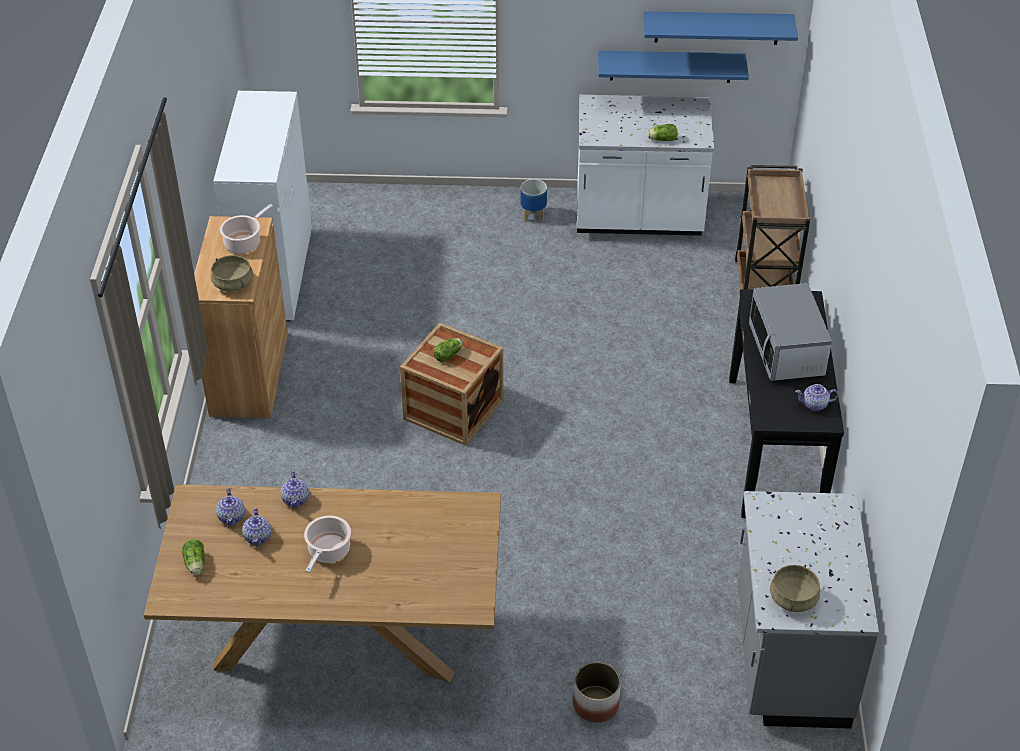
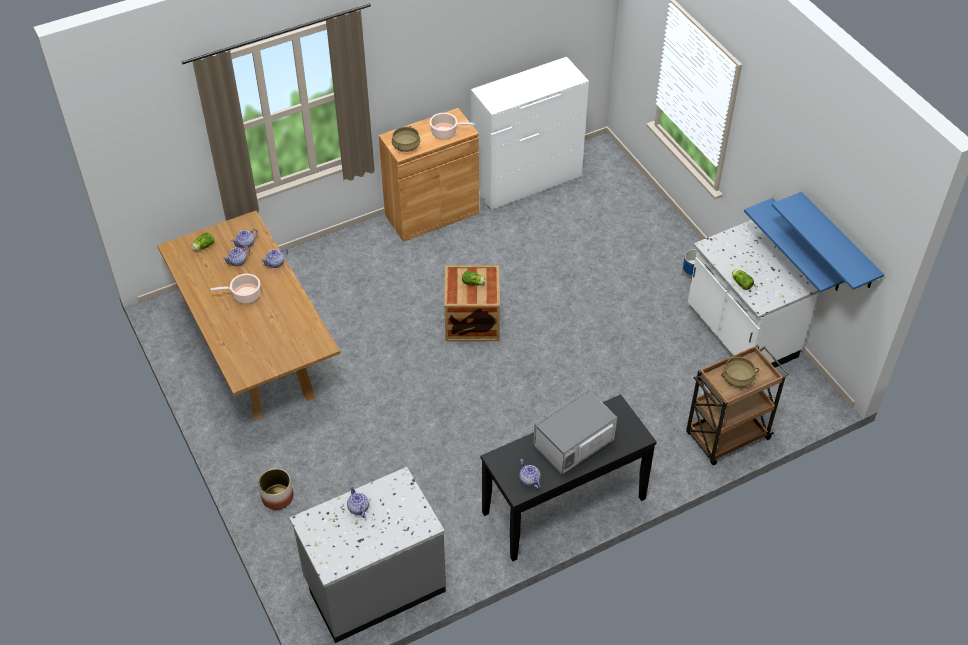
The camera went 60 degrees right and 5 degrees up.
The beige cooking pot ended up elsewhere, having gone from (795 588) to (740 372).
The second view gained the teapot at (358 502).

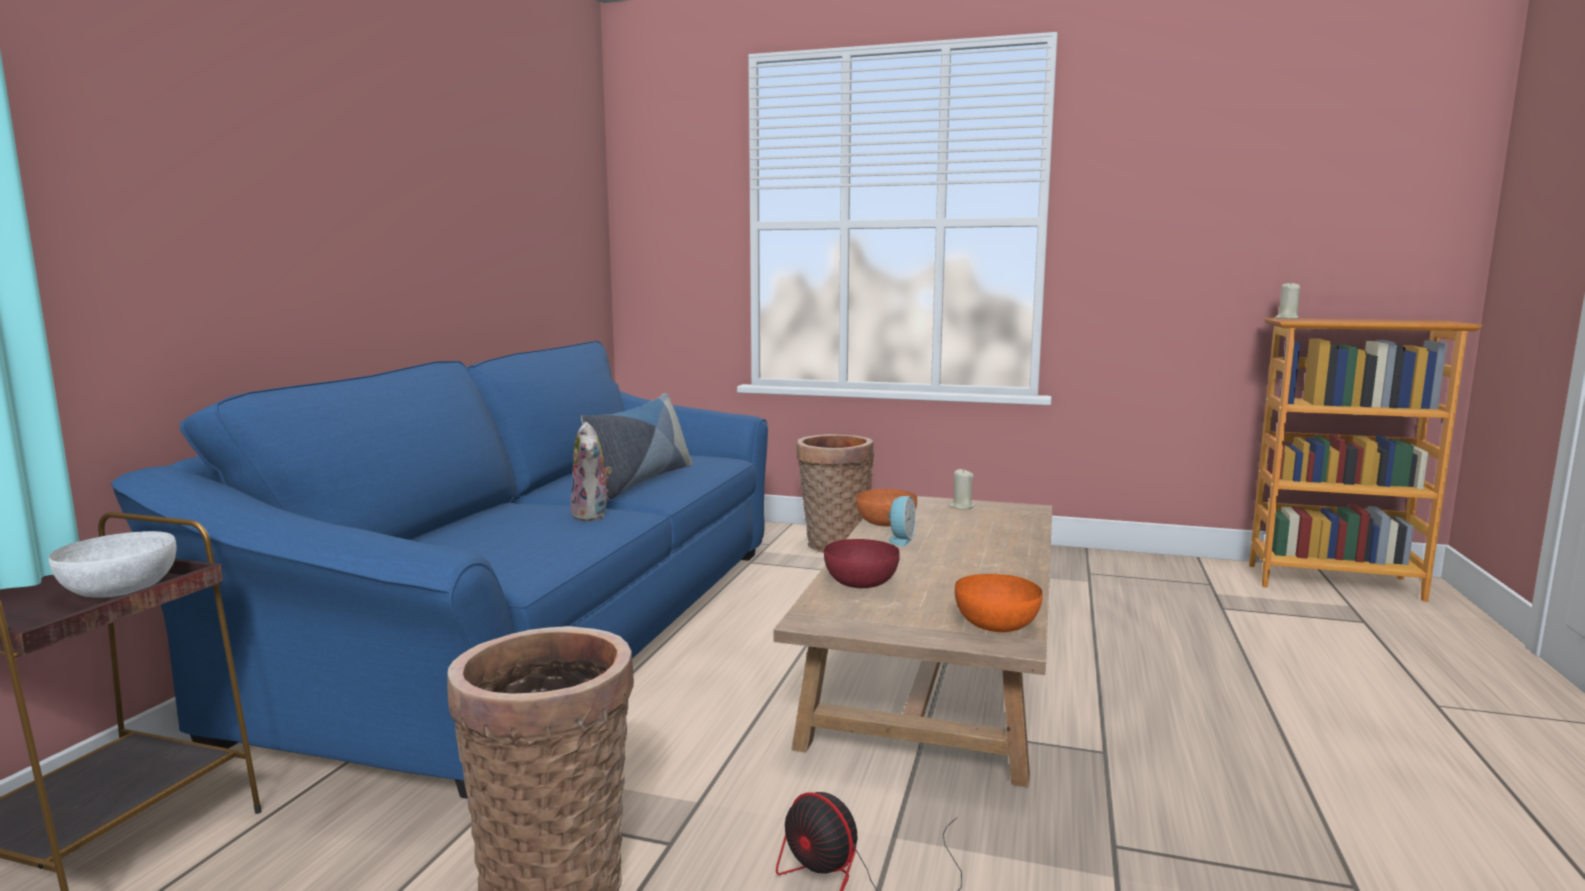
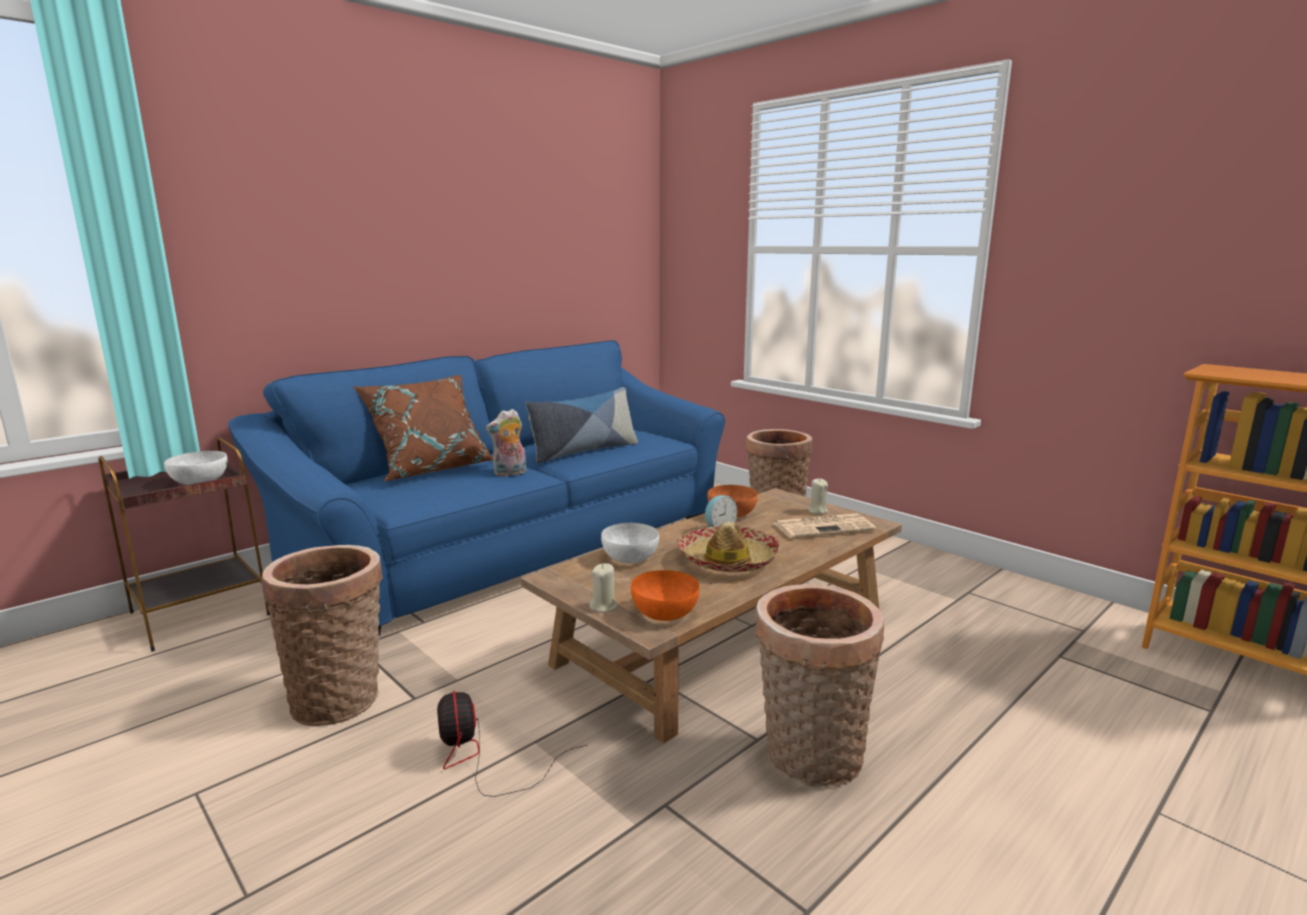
The camera went 30 degrees right and 5 degrees up.
The plush toy at (592 471) ended up facing another way, 45 degrees clockwise from before.
What was the red bowl at (862 563) turned into the white bowl at (630 543).
The beige candle ended up elsewhere, having gone from (1287 300) to (603 588).
The second view gained the brown pillow at (423 428).
The second view gained the hat at (729 547).
The second view gained the basket at (819 685).
The second view gained the newspaper at (825 525).

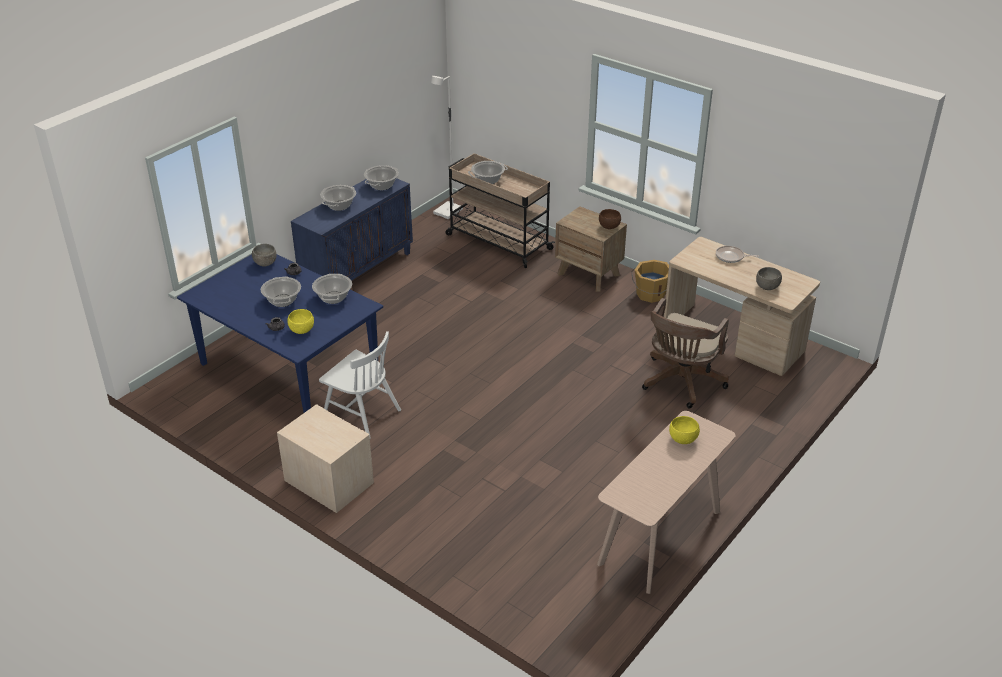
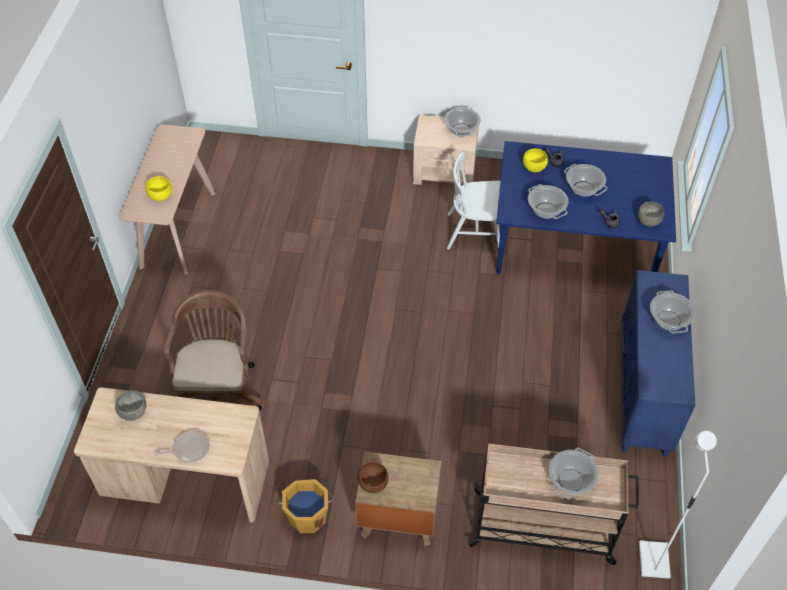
The camera went 150 degrees right and 15 degrees up.
The cooking pot ended up elsewhere, having gone from (381 177) to (462 122).

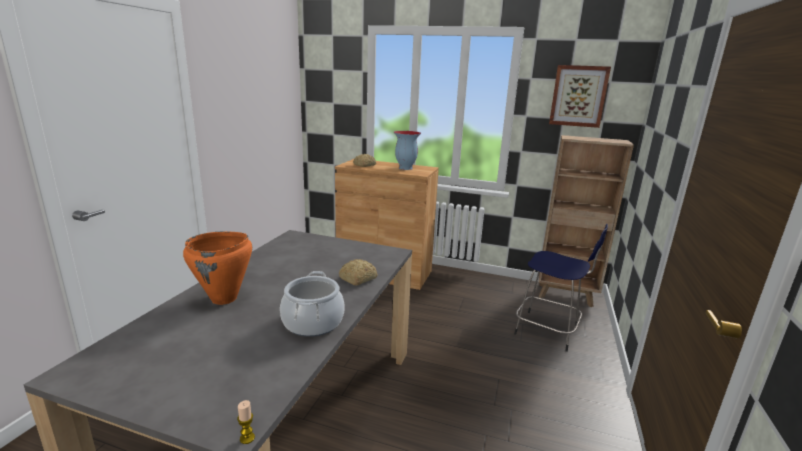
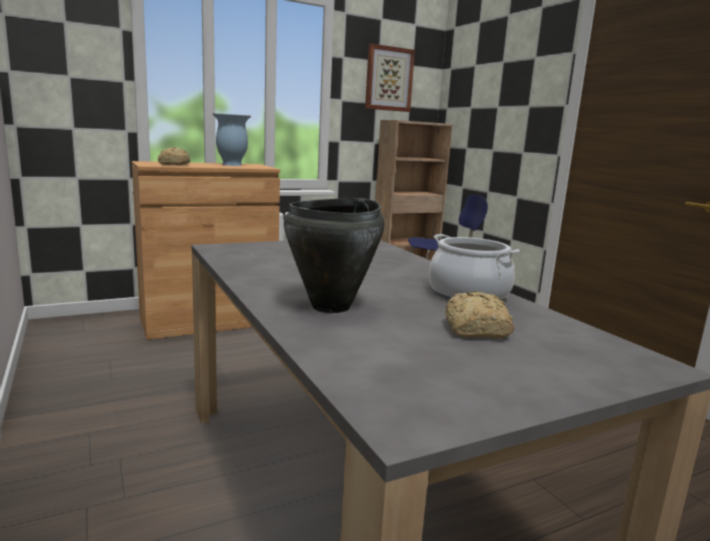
The camera went 45 degrees left and 5 degrees down.
What was the orange cooking pot at (217 268) turned into the black cooking pot at (334 255).
The second view lost the candle at (246 422).
The bread ended up elsewhere, having gone from (358 272) to (479 315).

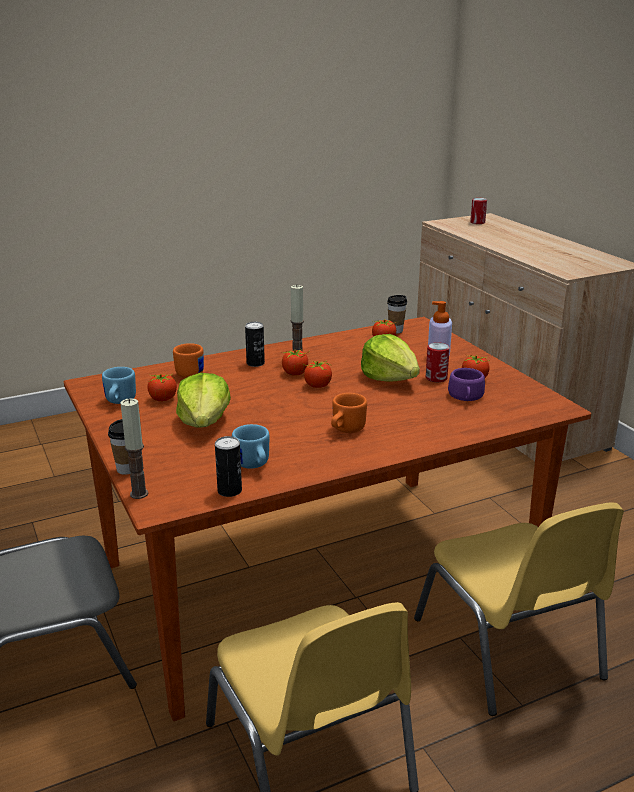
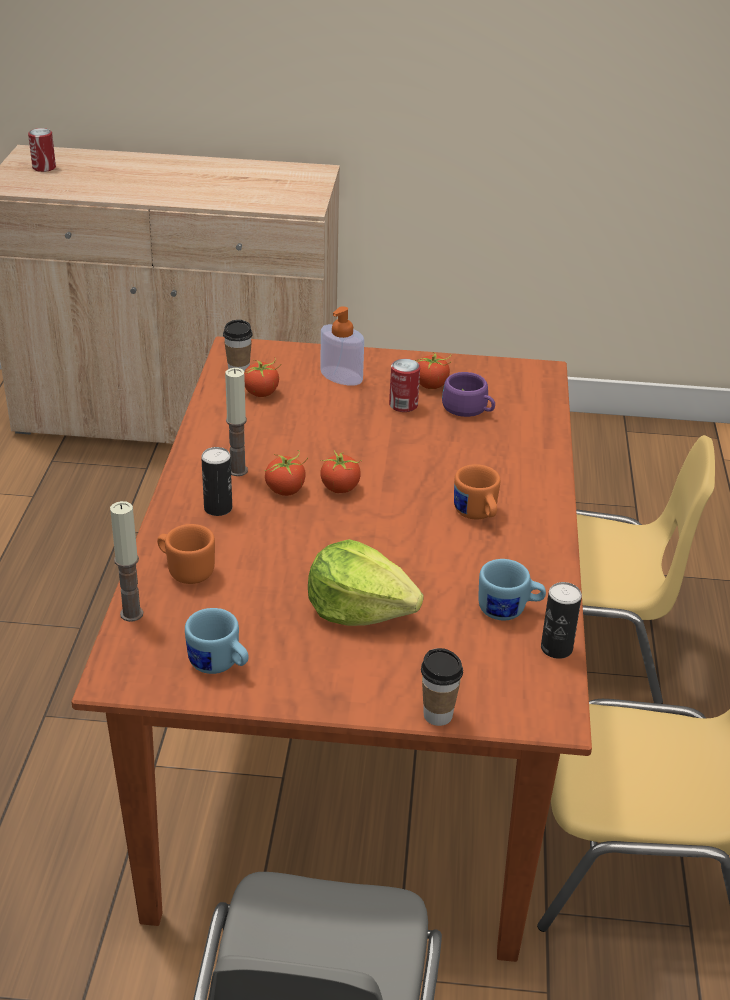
The camera went 60 degrees left and 10 degrees up.
The candle ended up elsewhere, having gone from (134 448) to (126 561).
The second view lost the tomato at (162 387).
The second view lost the lettuce at (390 358).

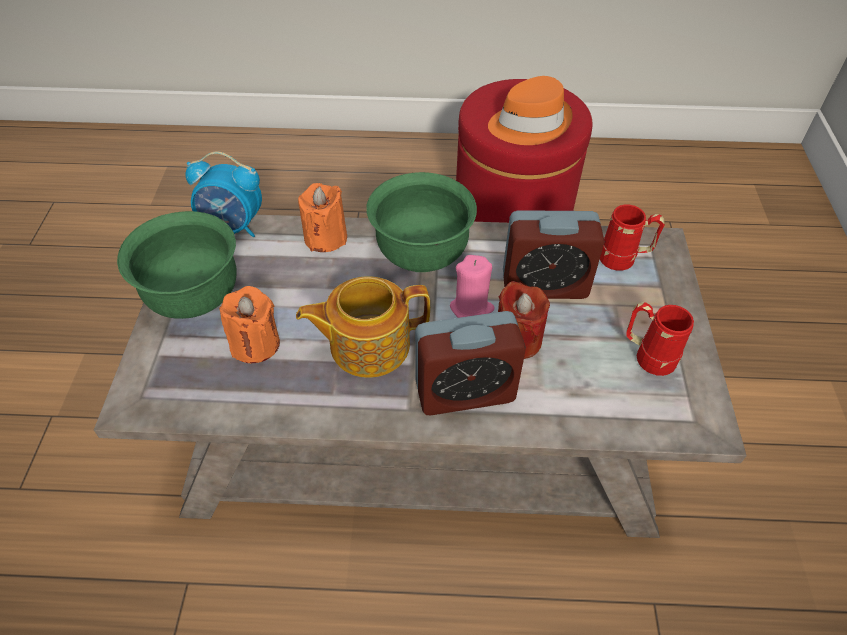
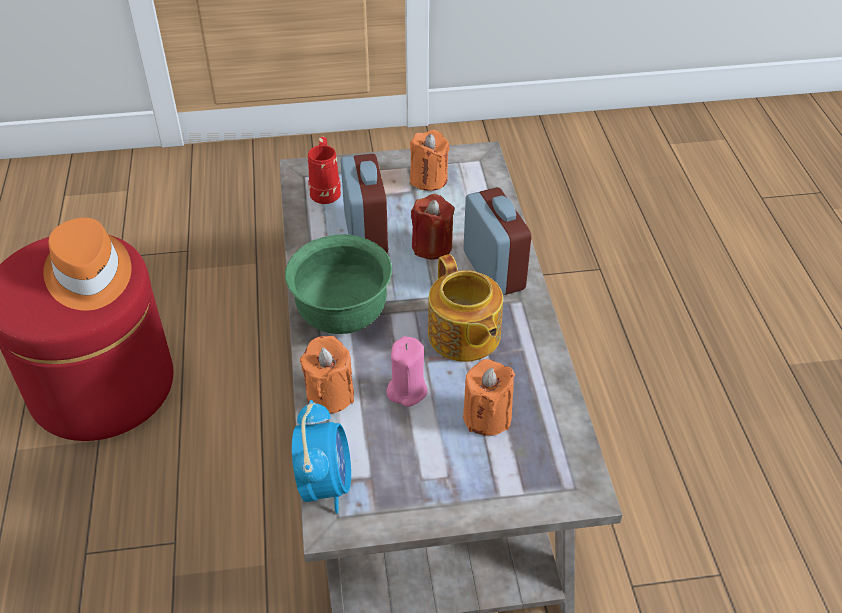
The camera went 100 degrees left and 5 degrees down.
The second view lost the green bowl at (177 265).
The pink candle ended up elsewhere, having gone from (472 286) to (407 371).
Where the red mug stood at (660 339), the orange candle came to stand at (430 160).

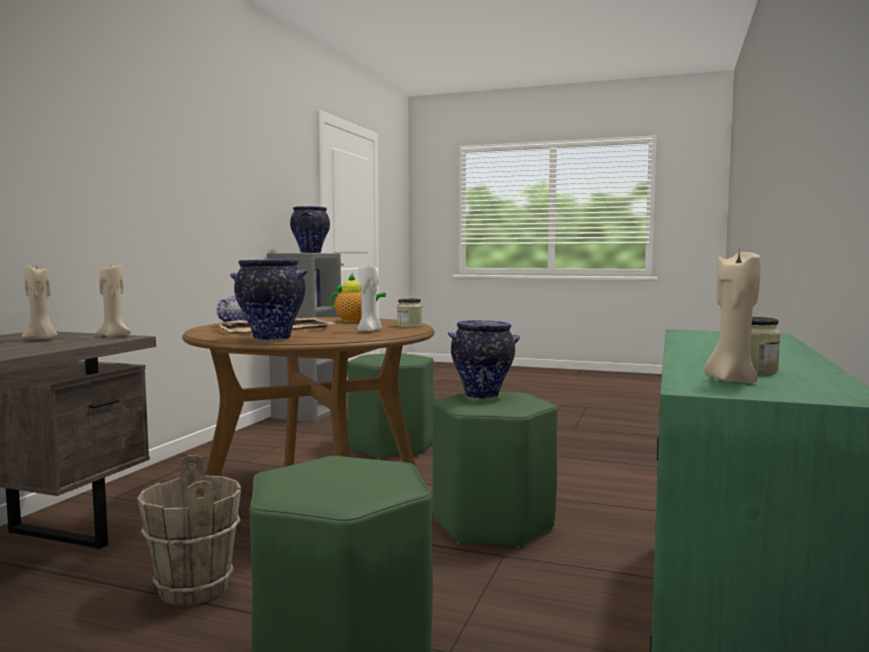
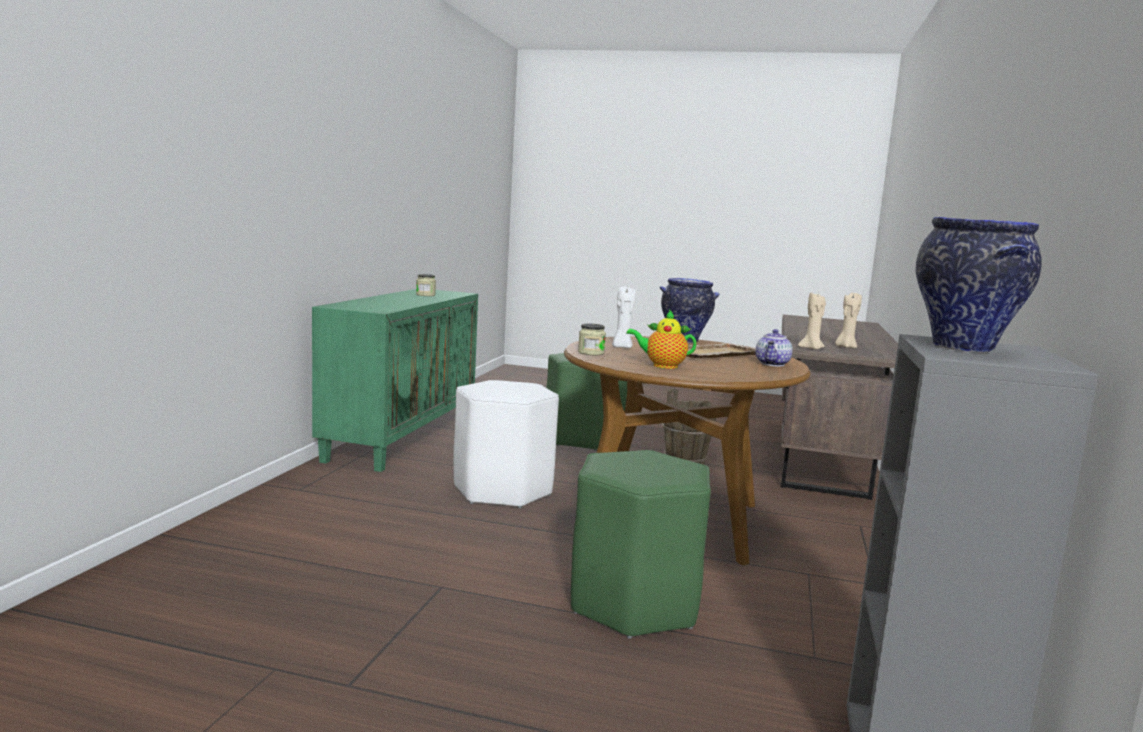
The camera went 175 degrees right and 5 degrees up.
What was the green stool at (495 470) turned into the white stool at (506 444).
The second view lost the vase at (484 359).
The second view lost the beige candle at (732 316).

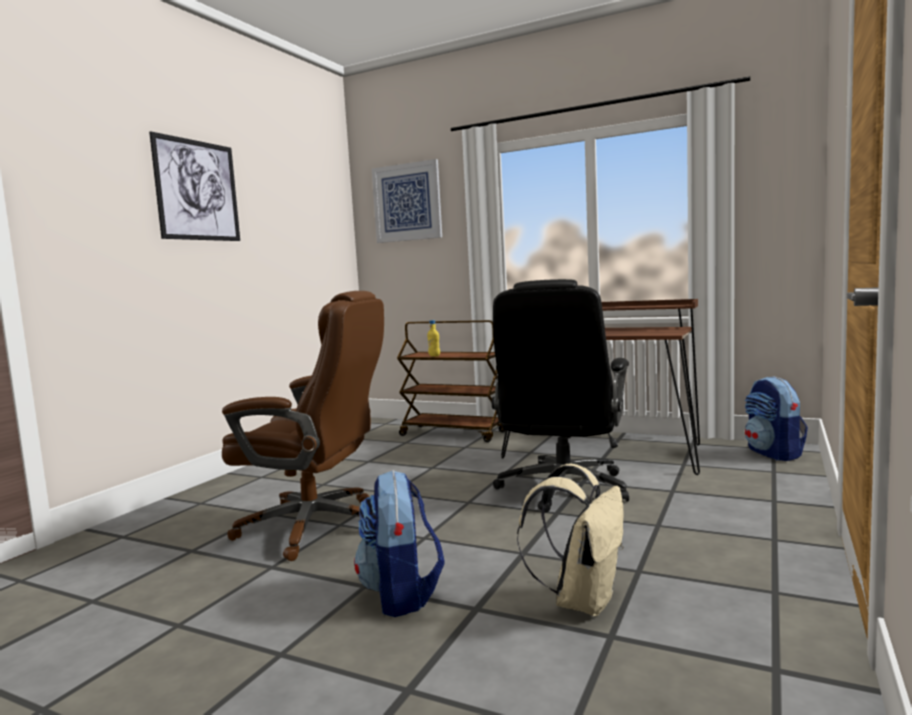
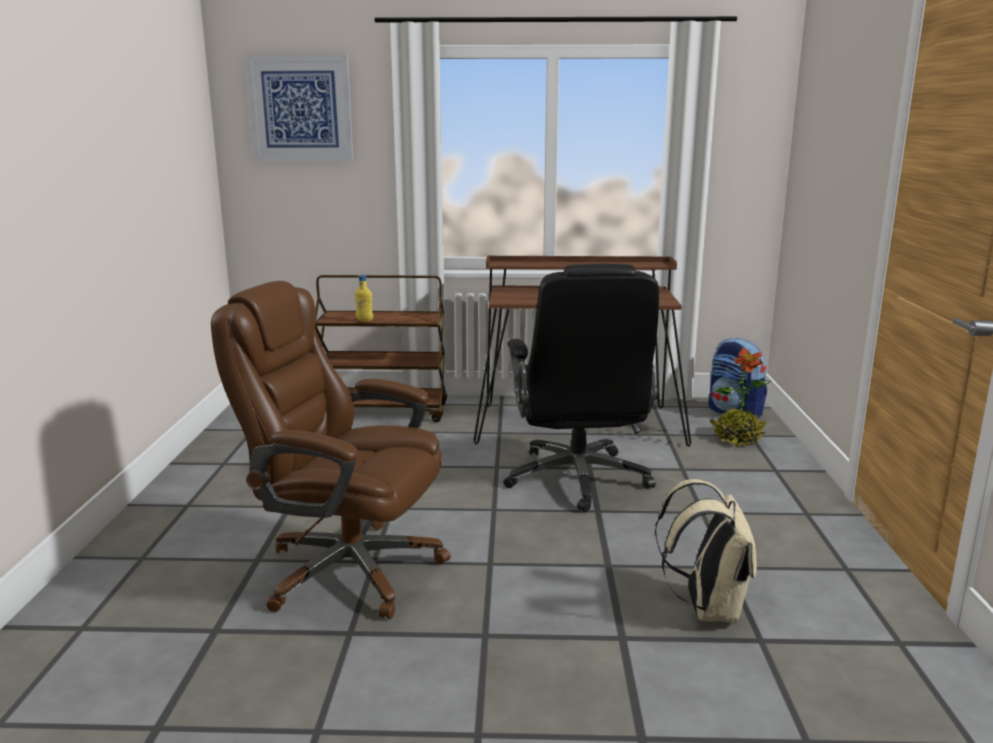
The camera went 25 degrees left and 10 degrees up.
The second view lost the picture at (194 186).
The brown office chair at (303 426) ended up facing another way, 150 degrees counterclockwise from before.
The second view lost the backpack at (399 543).
The second view gained the potted plant at (741 397).

